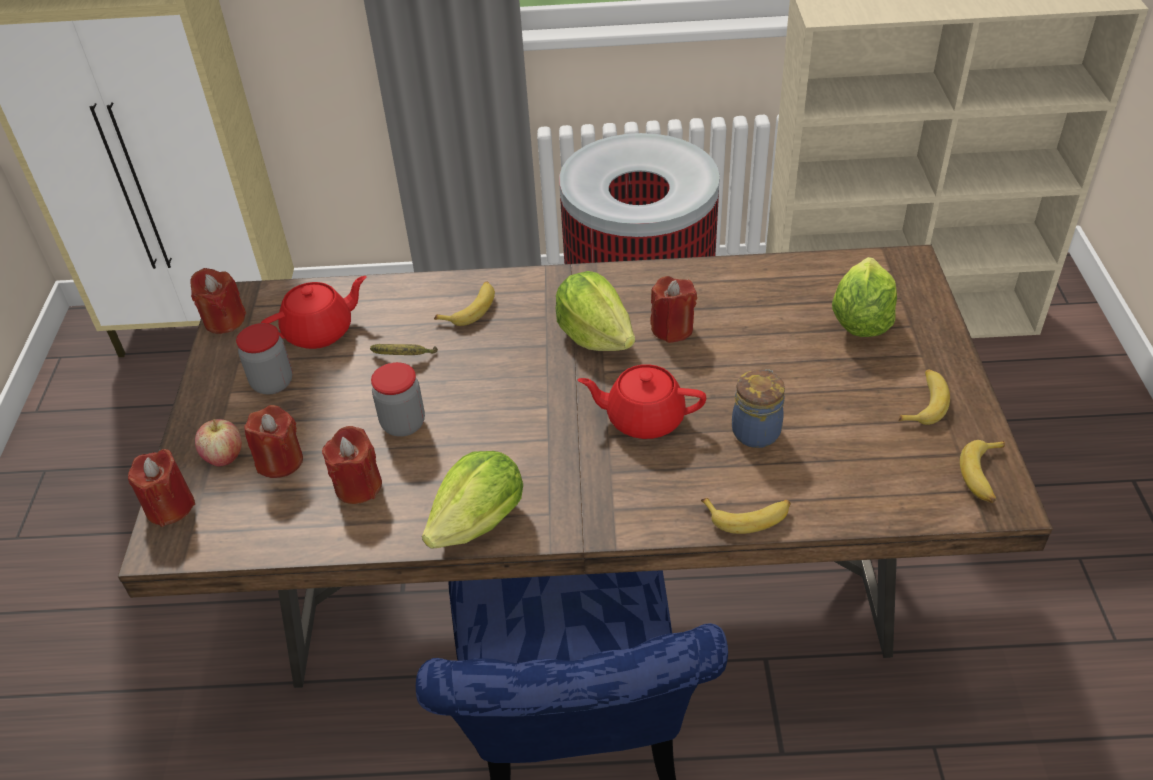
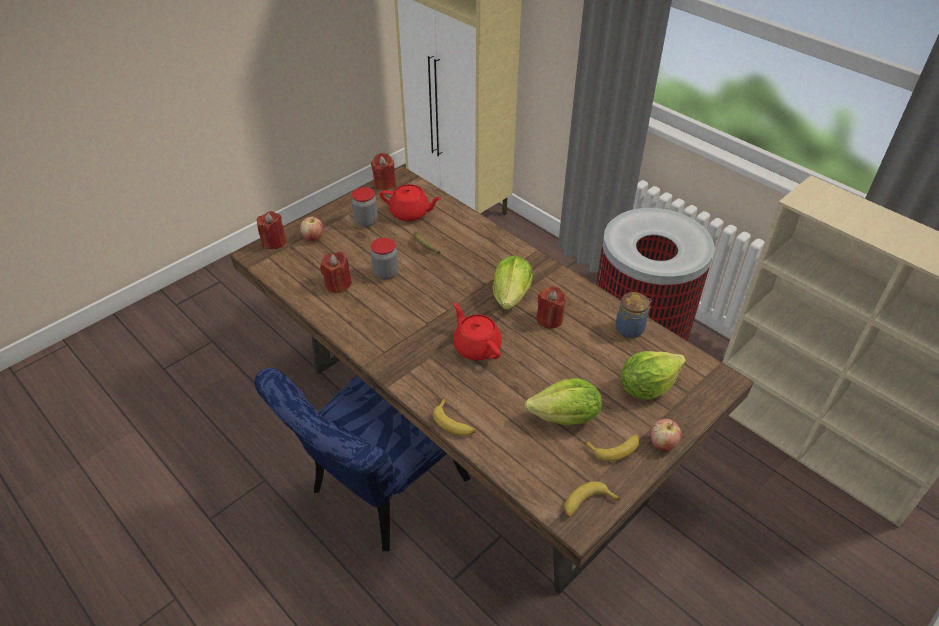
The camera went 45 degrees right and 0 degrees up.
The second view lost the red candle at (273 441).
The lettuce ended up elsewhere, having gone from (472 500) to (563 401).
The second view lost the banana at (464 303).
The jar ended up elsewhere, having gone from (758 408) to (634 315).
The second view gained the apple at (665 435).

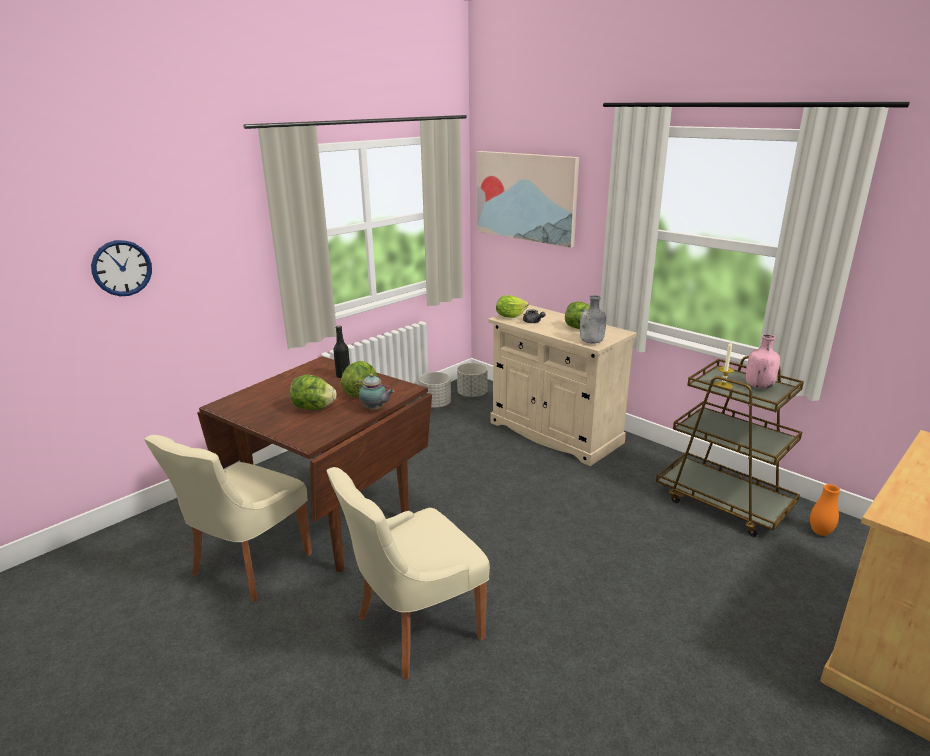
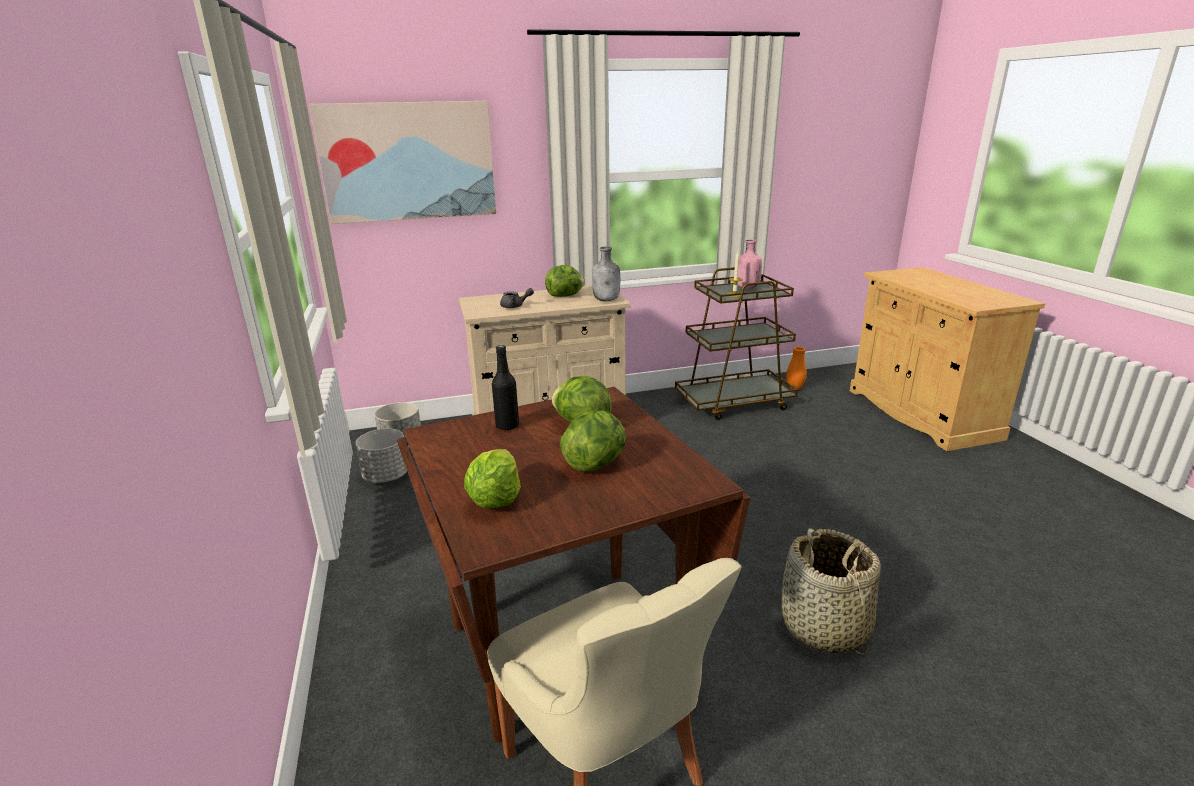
The camera went 60 degrees left and 0 degrees up.
The second view lost the wall clock at (121 268).
Where the beige chair stood at (408 573), the basket came to stand at (831 591).
The second view lost the teapot at (374 392).
The lettuce ended up elsewhere, having gone from (512 306) to (492 479).

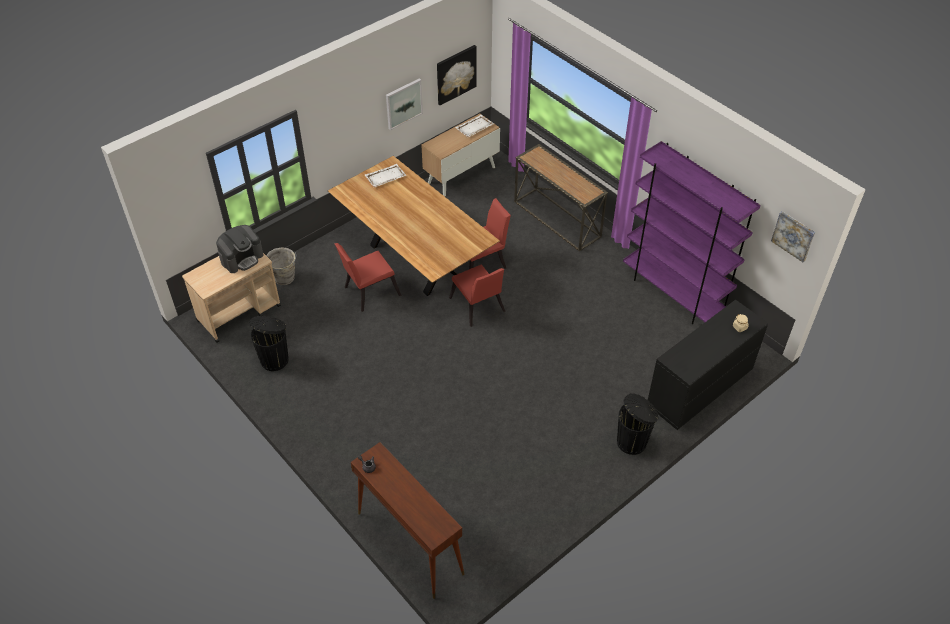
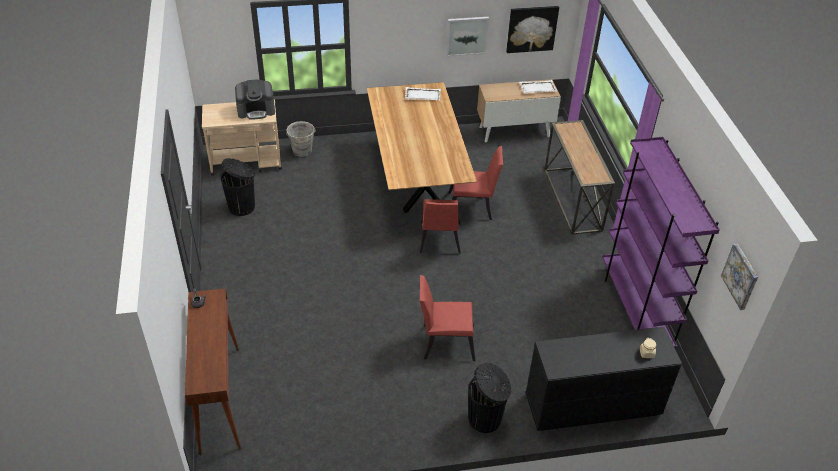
The camera went 30 degrees right and 5 degrees down.
The red chair ended up elsewhere, having gone from (367 277) to (447 318).

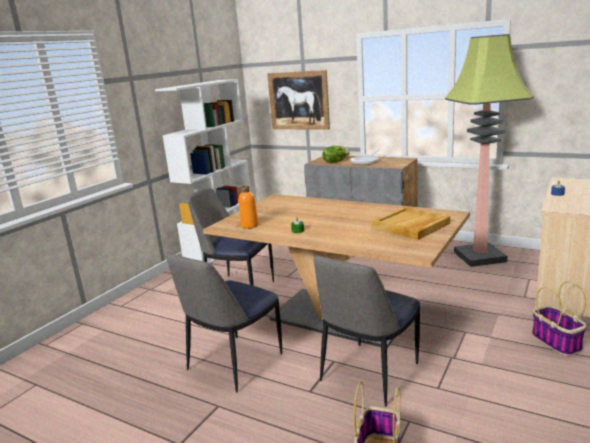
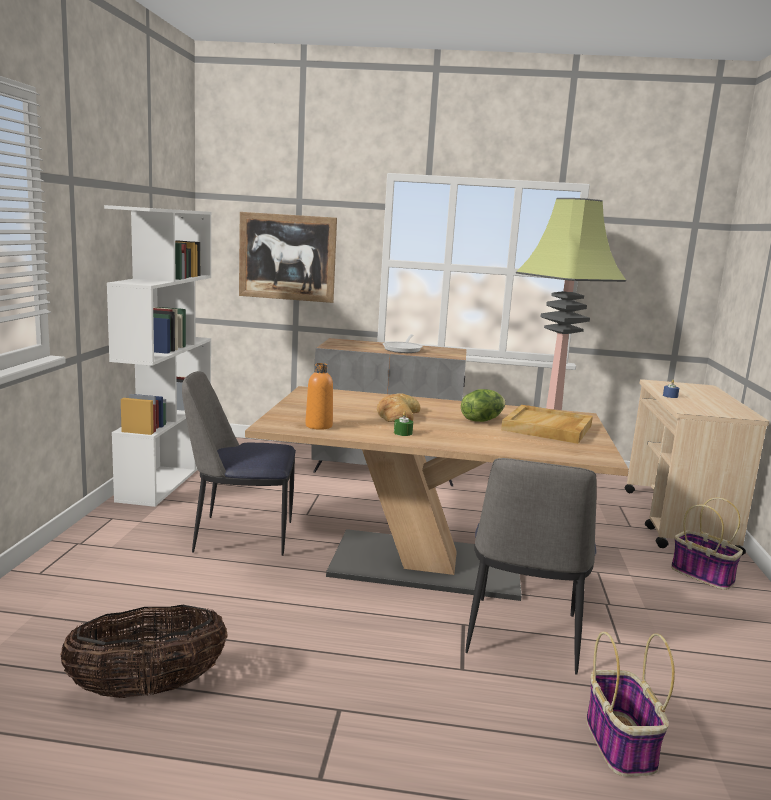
The camera went 25 degrees left and 5 degrees down.
The second view lost the chair at (224 322).
The lettuce ended up elsewhere, having gone from (336 154) to (483 405).
The second view gained the basket at (143 651).
The second view gained the bread at (398 407).

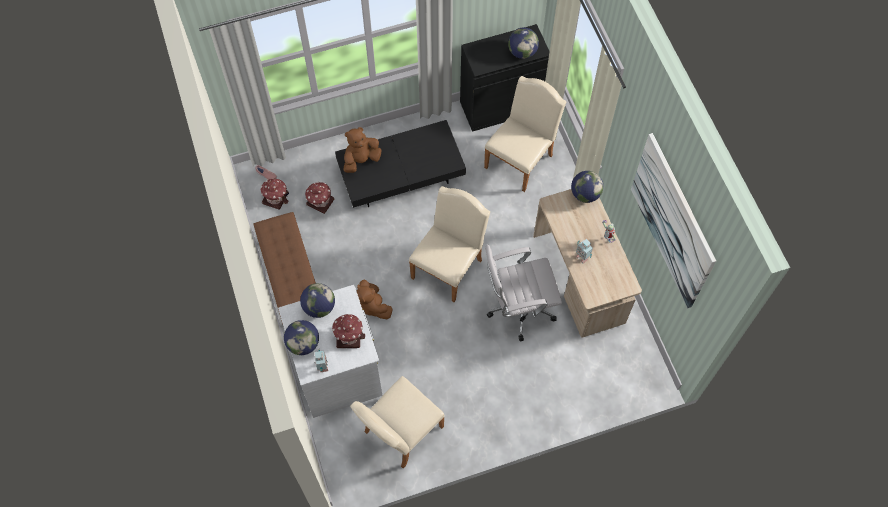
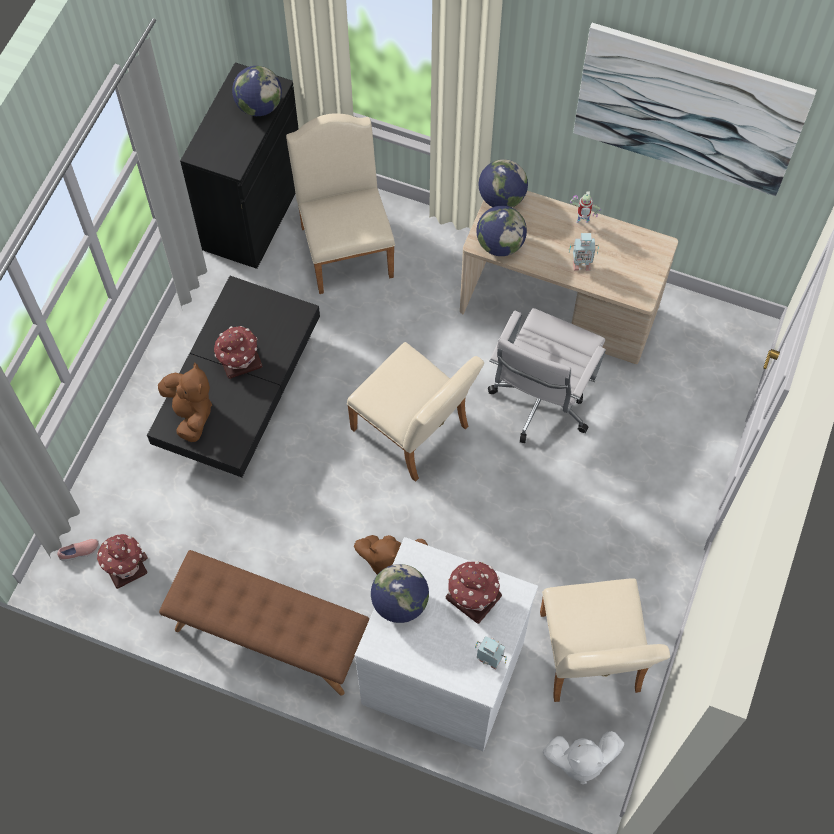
The camera went 50 degrees left and 0 degrees up.
The globe ended up elsewhere, having gone from (301 337) to (501 231).
The toy house ended up elsewhere, having gone from (319 197) to (238 352).
The brown plush toy at (362 150) ended up facing another way, 150 degrees clockwise from before.
The beige chair at (449 244) ended up facing another way, 150 degrees clockwise from before.
The second view gained the white plush toy at (583 757).

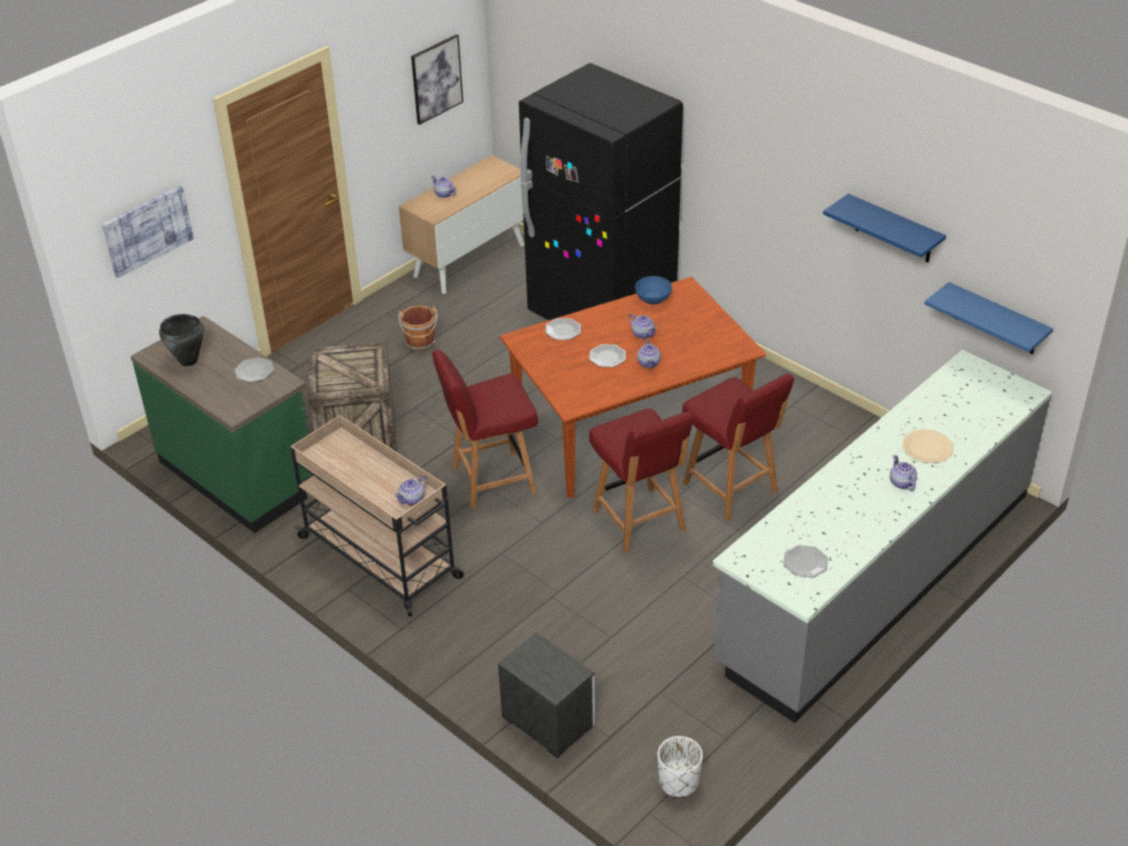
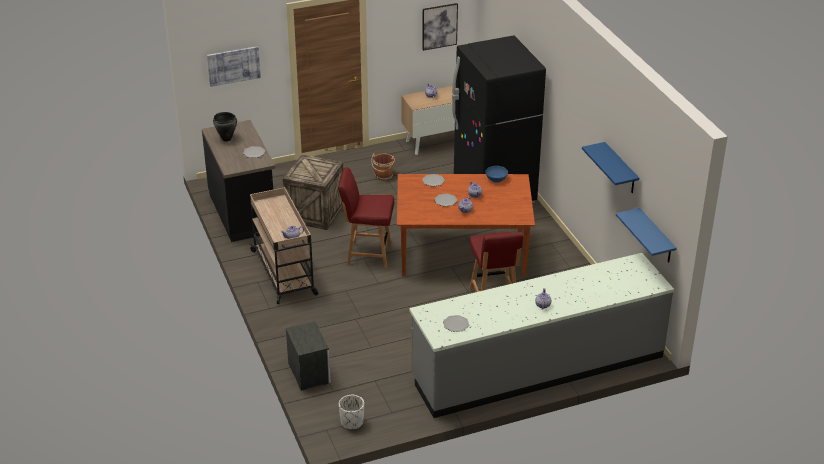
The camera went 25 degrees right and 5 degrees down.
What was the green counter at (221 424) turned into the black counter at (238 181).
The second view lost the red chair at (641 481).
The second view lost the beige plate at (928 446).

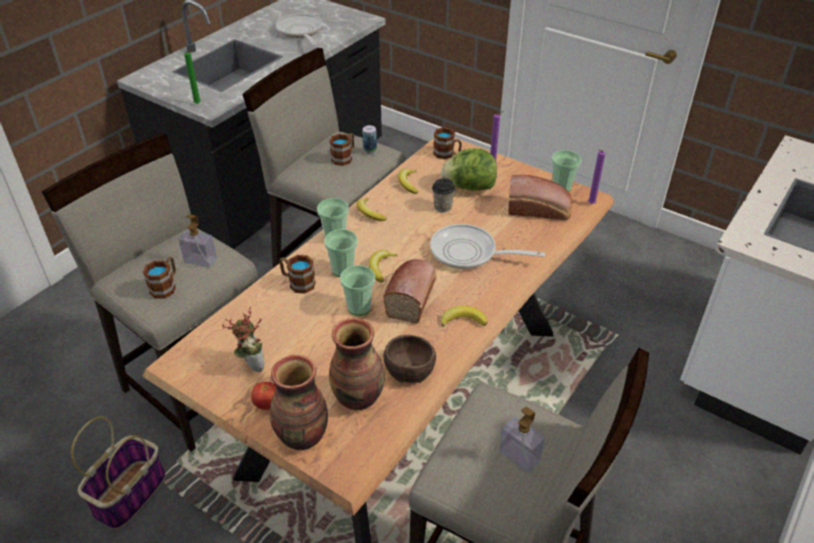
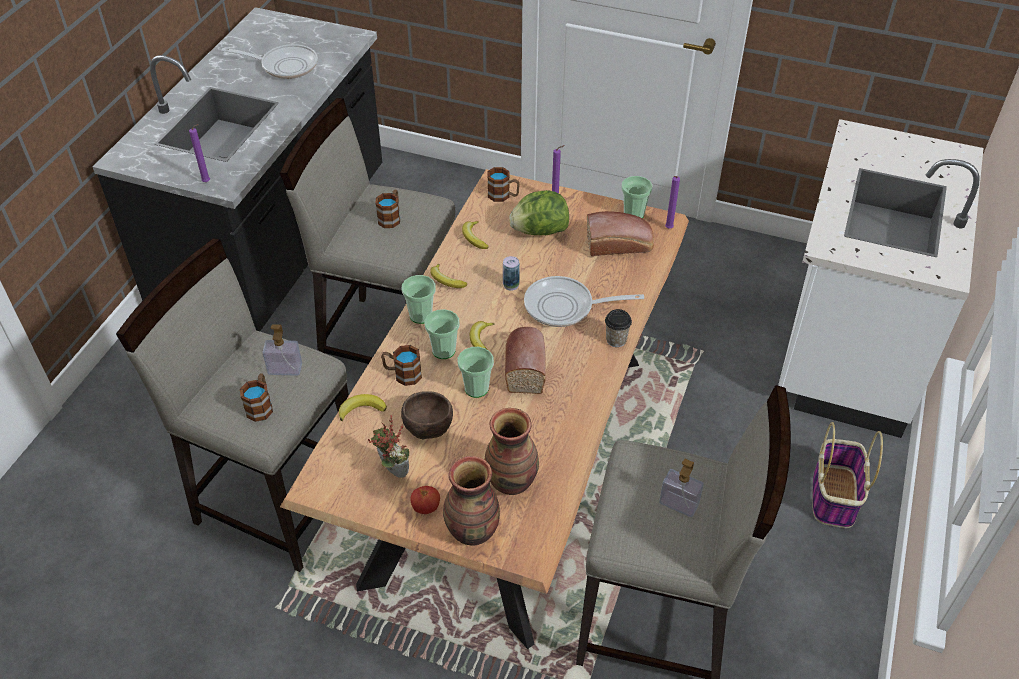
The camera went 15 degrees left and 5 degrees up.
The basket ended up elsewhere, having gone from (118 473) to (847 475).
What was the green candle at (192 76) turned into the purple candle at (199 153).
The frying pan at (299 29) ended up facing another way, 135 degrees clockwise from before.
The can ended up elsewhere, having gone from (369 140) to (511 273).
The brown bowl ended up elsewhere, having gone from (410 359) to (427 415).
The cup ended up elsewhere, having gone from (443 195) to (618 328).
The banana ended up elsewhere, having gone from (464 316) to (363 407).

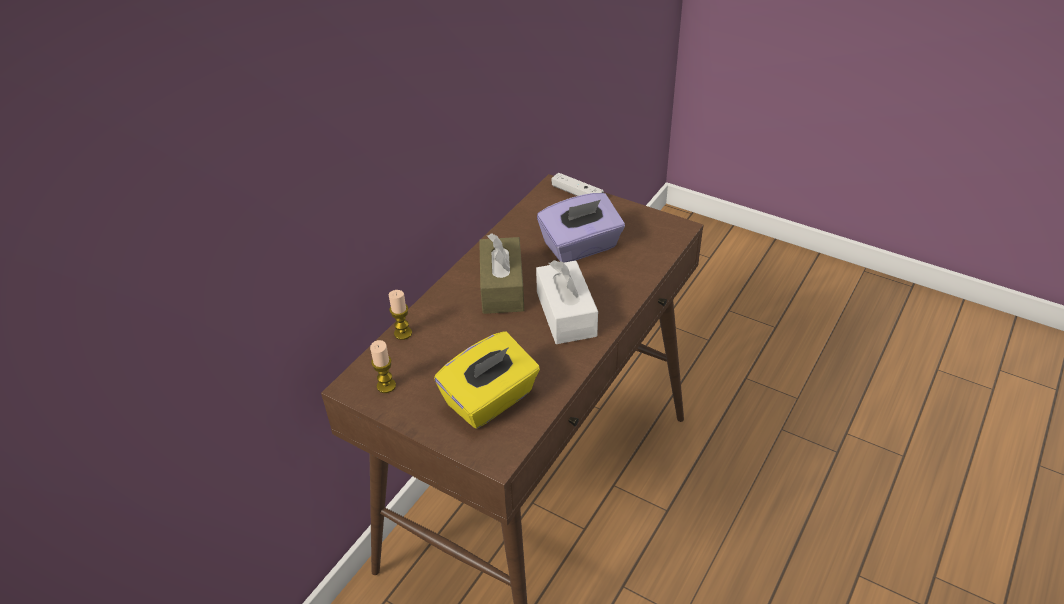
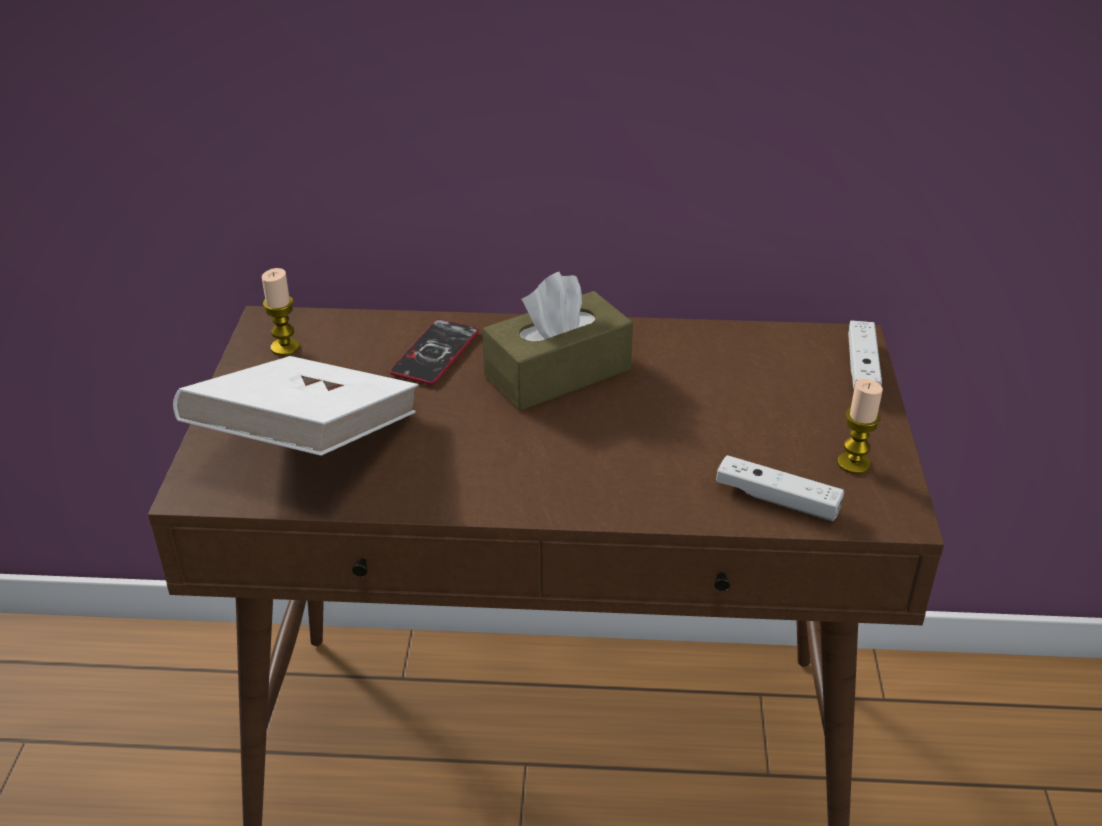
The camera went 60 degrees right and 5 degrees down.
The candle ended up elsewhere, having gone from (400 315) to (860 426).
Where the yellow tissue box stood at (487 380), the white book came to stand at (295 406).
The second view lost the white tissue box at (567 302).
The second view lost the purple tissue box at (581 228).
The second view gained the phone at (434 352).
The second view gained the white game controller at (780 488).

